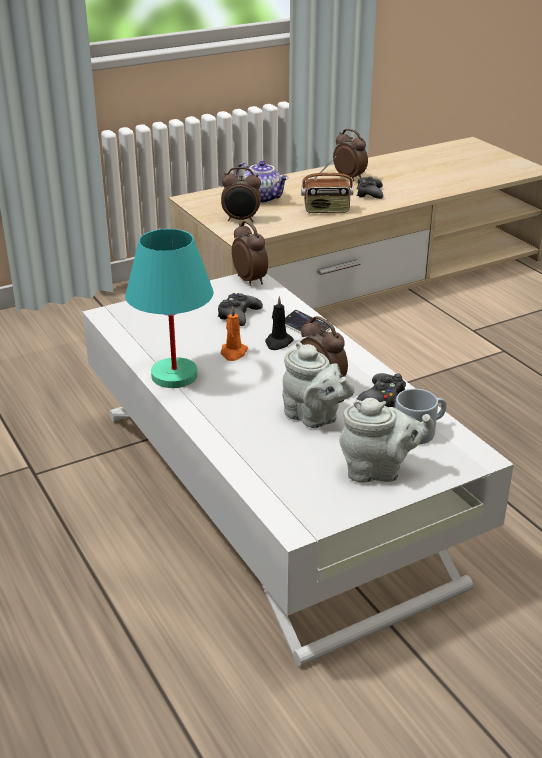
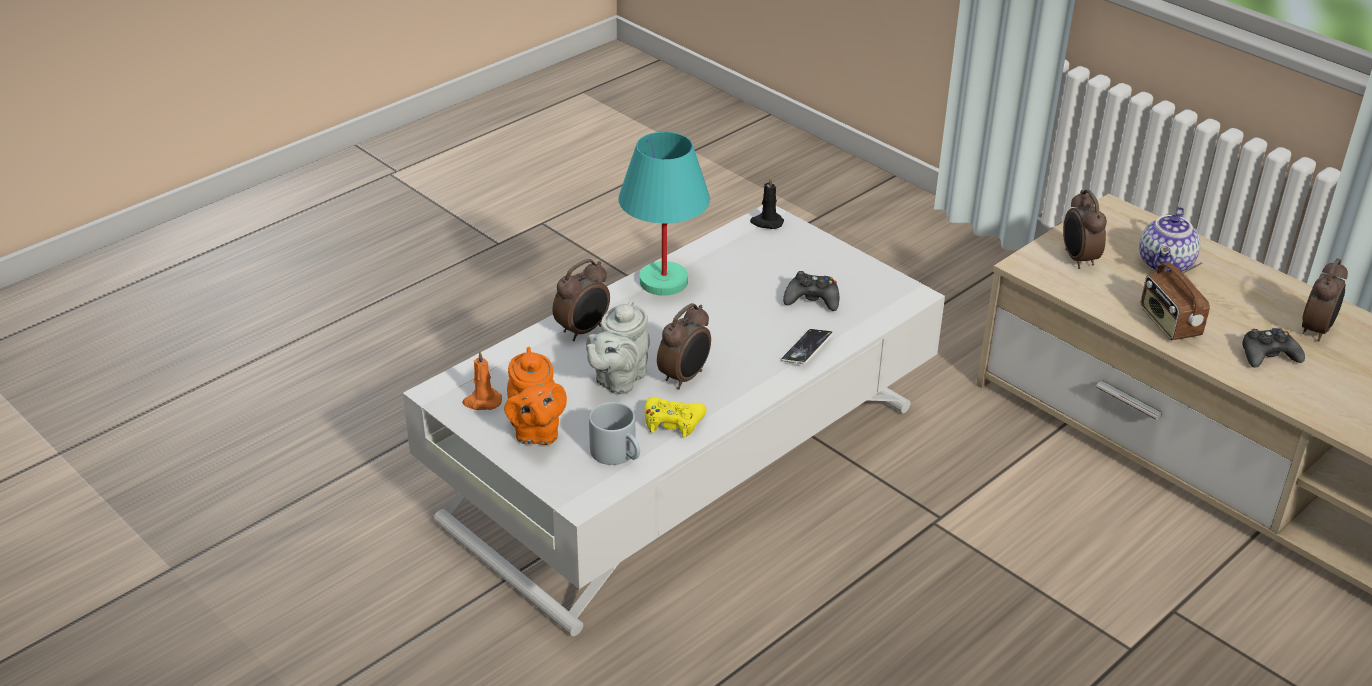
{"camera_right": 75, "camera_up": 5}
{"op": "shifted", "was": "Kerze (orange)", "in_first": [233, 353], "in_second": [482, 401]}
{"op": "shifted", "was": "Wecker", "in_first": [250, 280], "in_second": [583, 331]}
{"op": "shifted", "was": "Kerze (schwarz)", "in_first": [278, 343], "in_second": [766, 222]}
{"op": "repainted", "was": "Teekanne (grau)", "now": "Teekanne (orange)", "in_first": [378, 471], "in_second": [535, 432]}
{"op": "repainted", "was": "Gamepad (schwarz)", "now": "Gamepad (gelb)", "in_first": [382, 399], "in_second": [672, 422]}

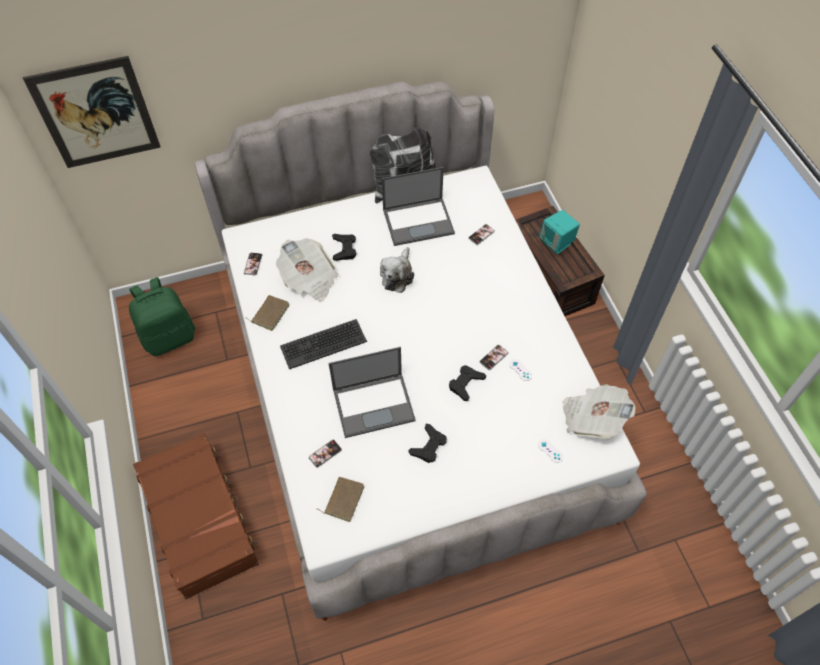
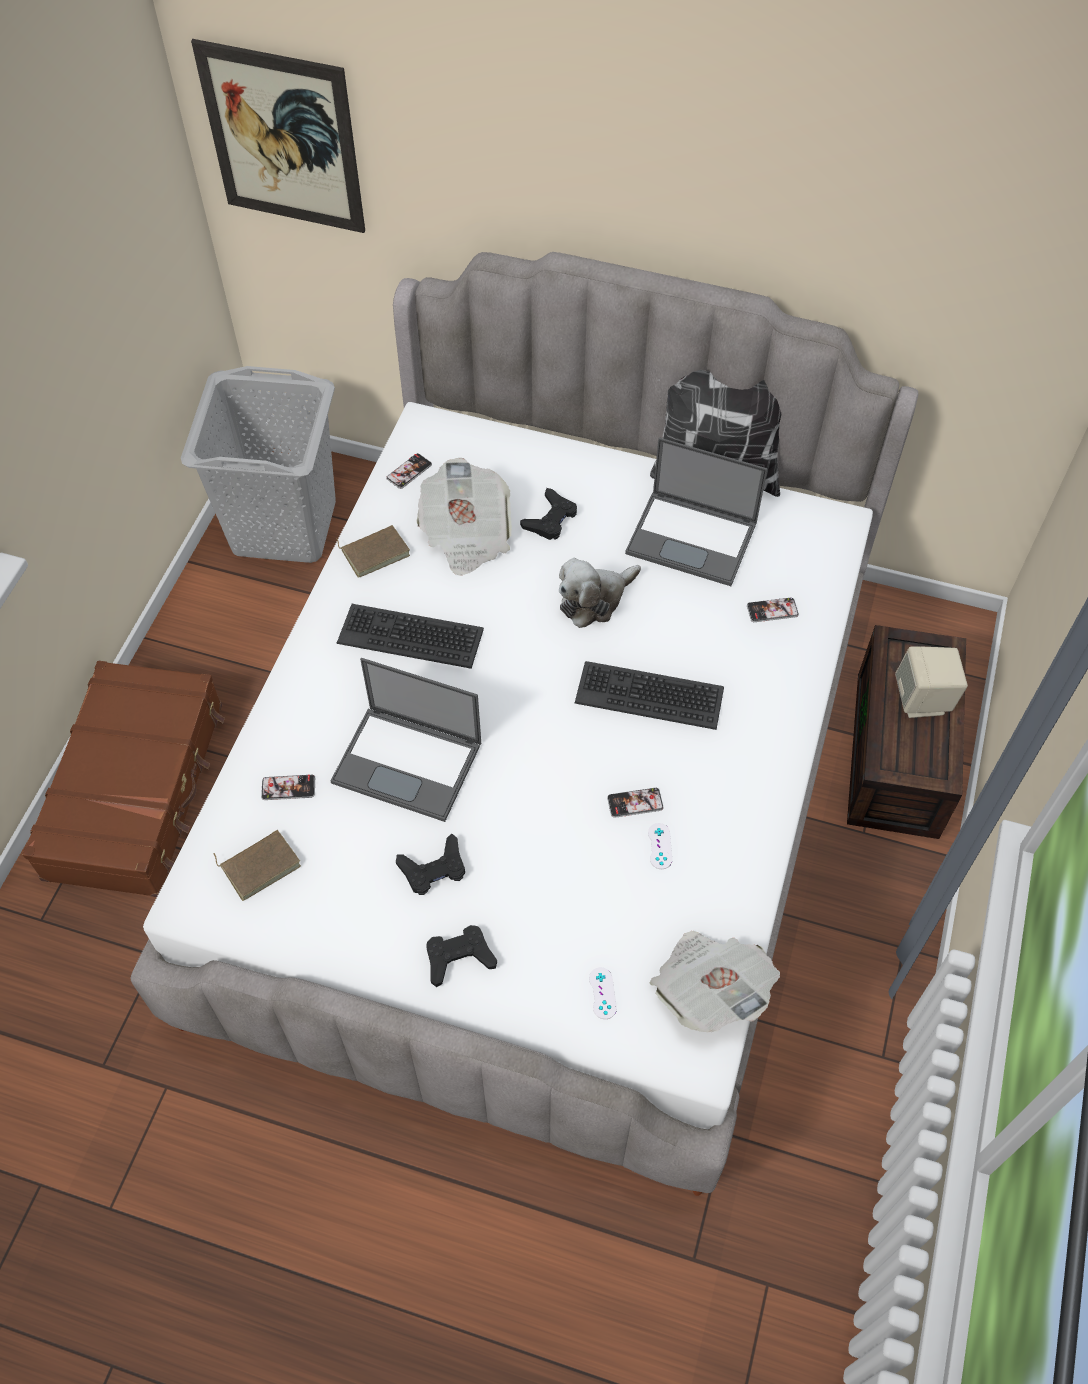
{"camera_right": 35, "camera_up": 0}
{"op": "new", "now": "Tastatur", "in_second": [649, 695]}
{"op": "shifted", "was": "Gamepad (schwarz)", "in_first": [465, 384], "in_second": [459, 957]}
{"op": "swapped", "was": "Rucksack (grün)", "now": "Wäschekorb (grau)", "in_first": [169, 337], "in_second": [285, 525]}
{"op": "repainted", "was": "Lautsprecher (türkis)", "now": "Lautsprecher (beige)", "in_first": [557, 243], "in_second": [923, 699]}

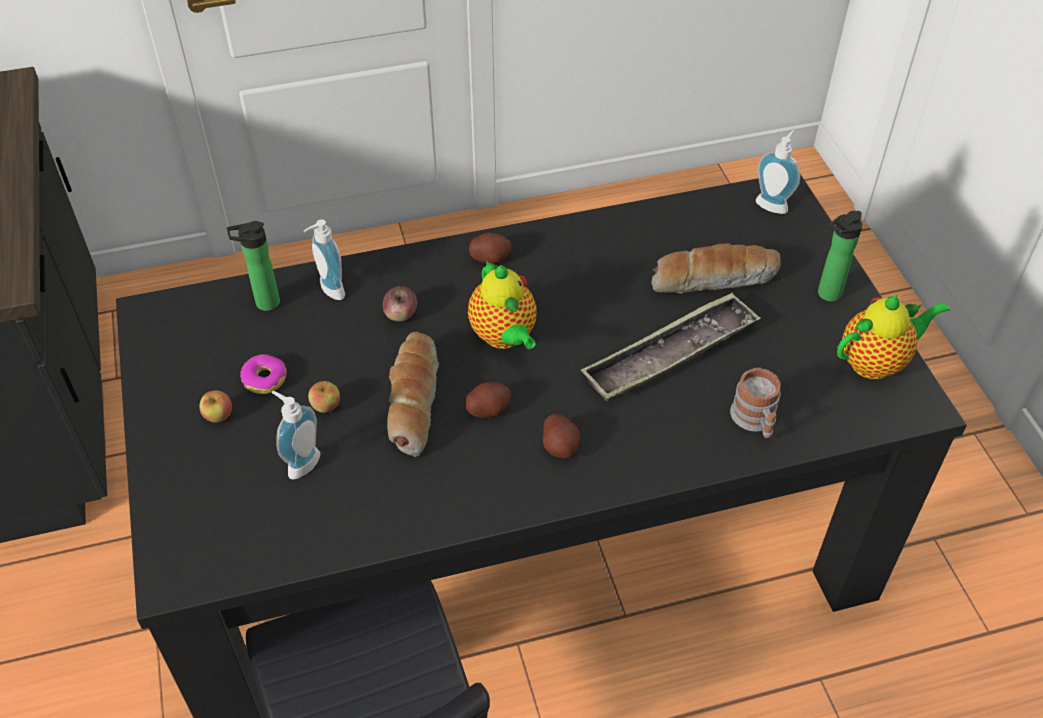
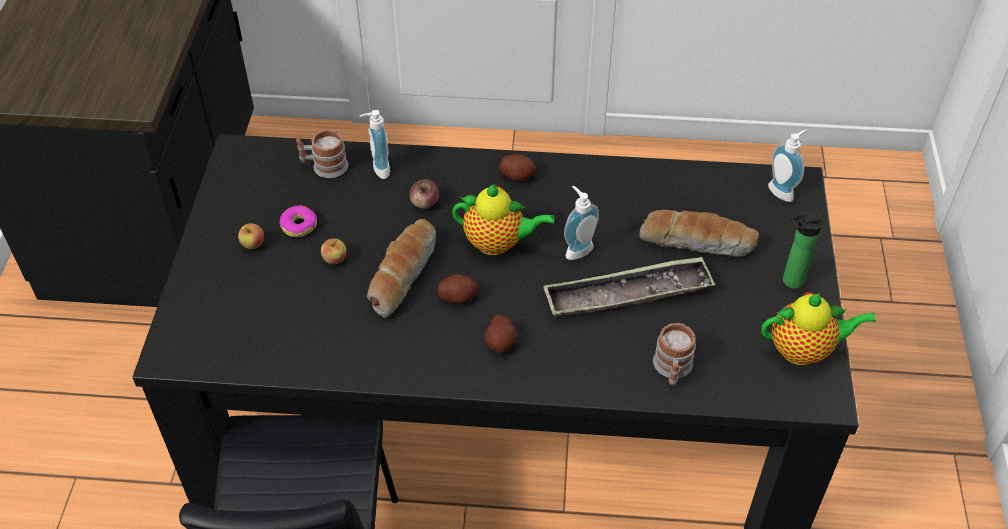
{"camera_right": 20, "camera_up": 0}
{"op": "shifted", "was": "Seifenspender", "in_first": [300, 462], "in_second": [577, 249]}
{"op": "swapped", "was": "Flasche", "now": "Henkelbecher", "in_first": [264, 303], "in_second": [324, 166]}
{"op": "rotated", "was": "Teekanne", "in_first": [504, 337], "in_second": [498, 243], "clockwise": -75}

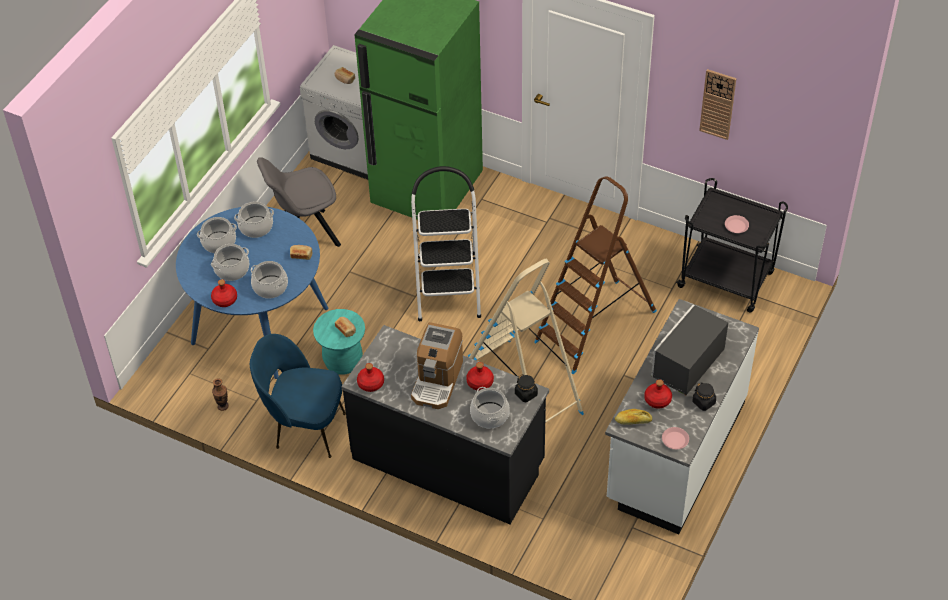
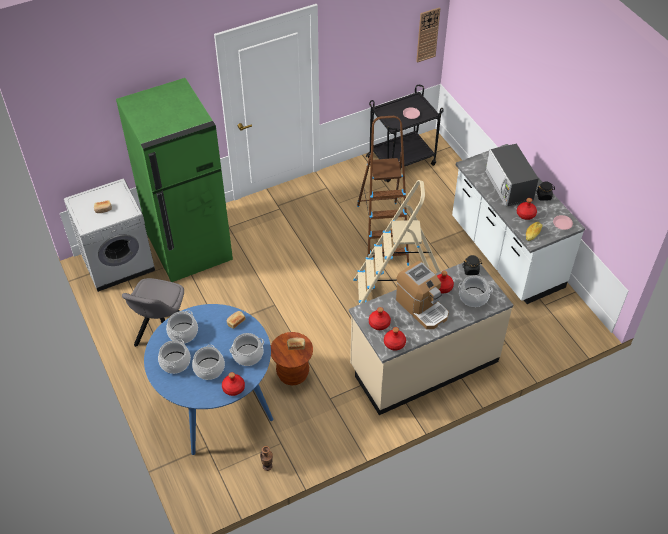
{"camera_right": -55, "camera_up": 0}
{"op": "gone", "was": "Stuhl (blau)", "in_first": [304, 429]}
{"op": "gone", "was": "Trittleiter", "in_first": [448, 284]}
{"op": "new", "now": "Flasche (rot)", "in_second": [379, 323]}
{"op": "shifted", "was": "Wanduhr", "in_first": [718, 104], "in_second": [427, 35]}
{"op": "repainted", "was": "Hocker (türkis)", "now": "Hocker (braun)", "in_first": [343, 362], "in_second": [293, 374]}
{"op": "repainted", "was": "Küchenzeile (schwarz)", "now": "Küchenzeile (beige)", "in_first": [449, 460], "in_second": [423, 364]}

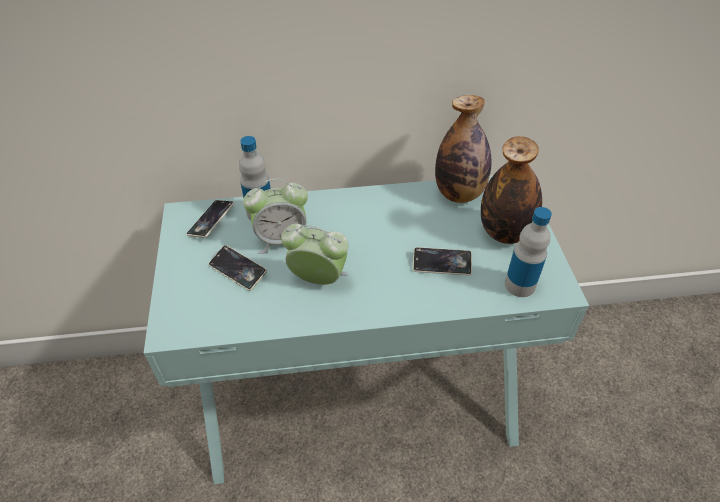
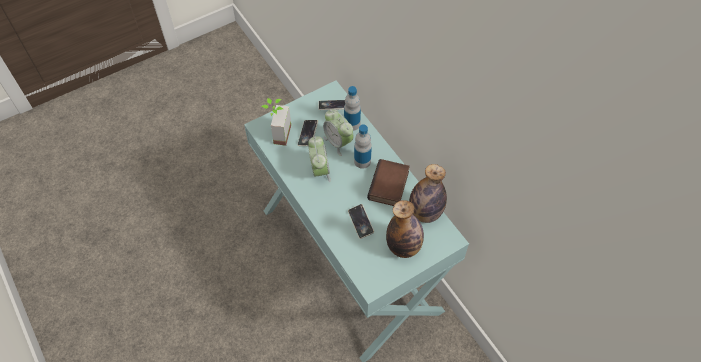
{"camera_right": 65, "camera_up": 10}
{"op": "new", "now": "Topfpflanze", "in_second": [277, 133]}
{"op": "new", "now": "Buch", "in_second": [389, 186]}
{"op": "shifted", "was": "Flasche", "in_first": [520, 285], "in_second": [362, 161]}

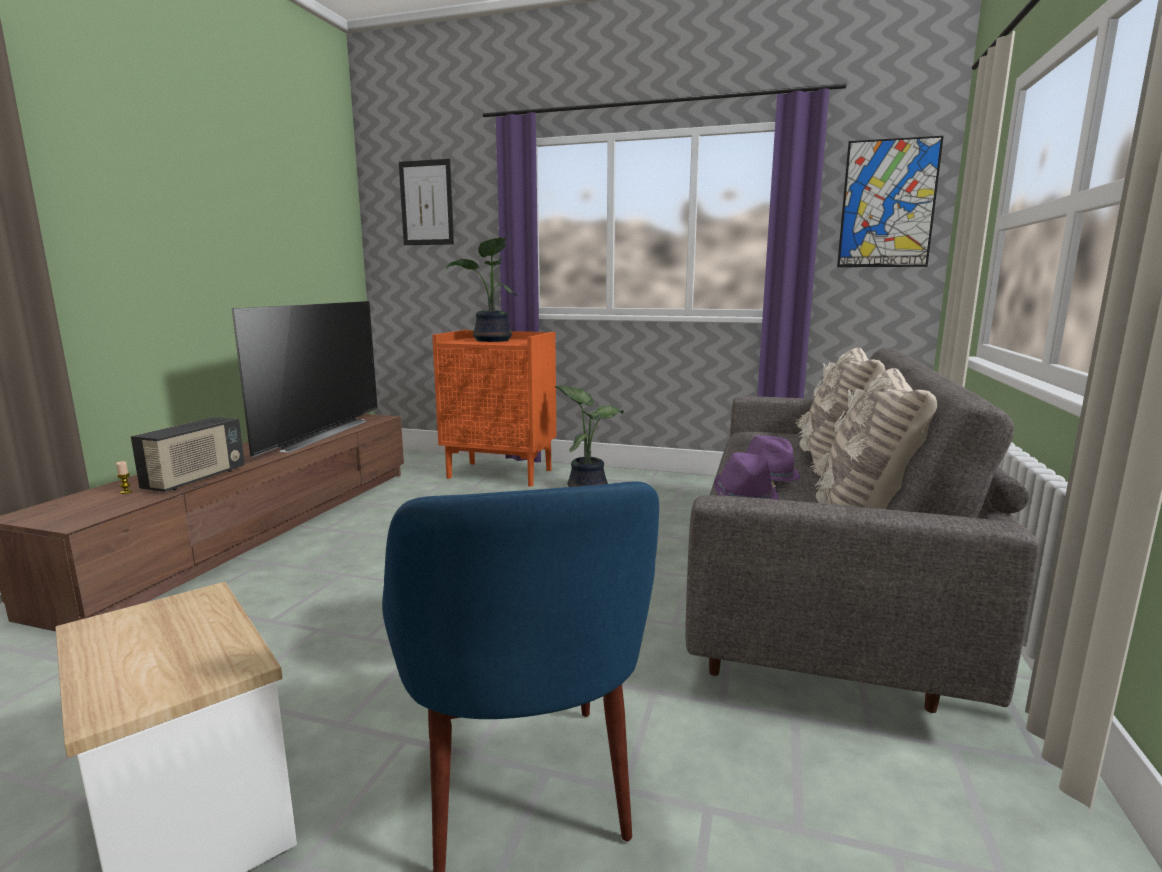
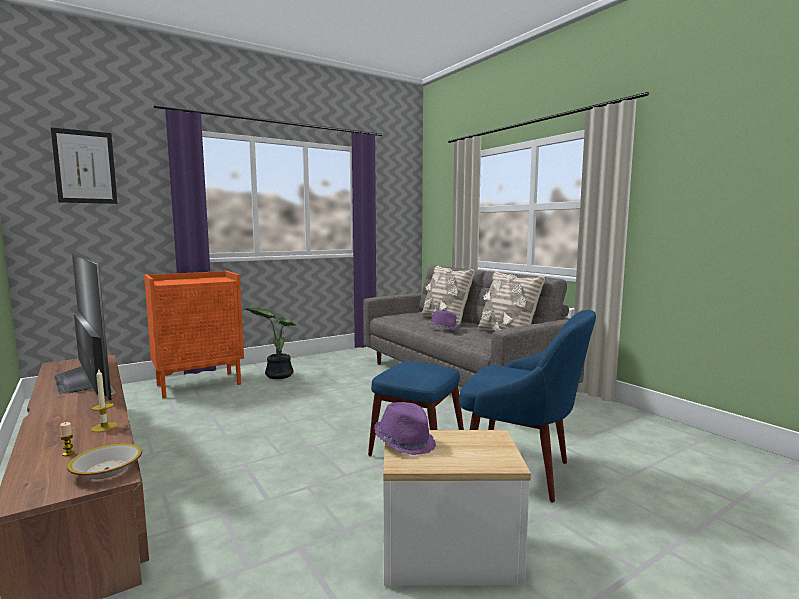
{"camera_right": -50, "camera_up": -5}
{"op": "gone", "was": "Topfpflanze", "in_first": [491, 340]}
{"op": "gone", "was": "Bild", "in_first": [887, 204]}
{"op": "new", "now": "Schüssel", "in_second": [106, 470]}
{"op": "shifted", "was": "Hut (lila)", "in_first": [745, 496], "in_second": [405, 442]}
{"op": "swapped", "was": "Radio", "now": "Kerze", "in_first": [196, 479], "in_second": [104, 427]}

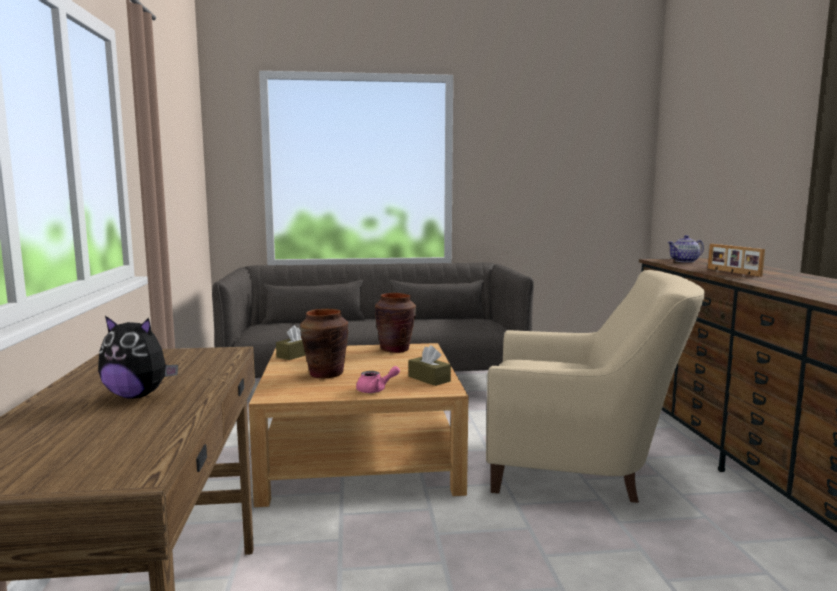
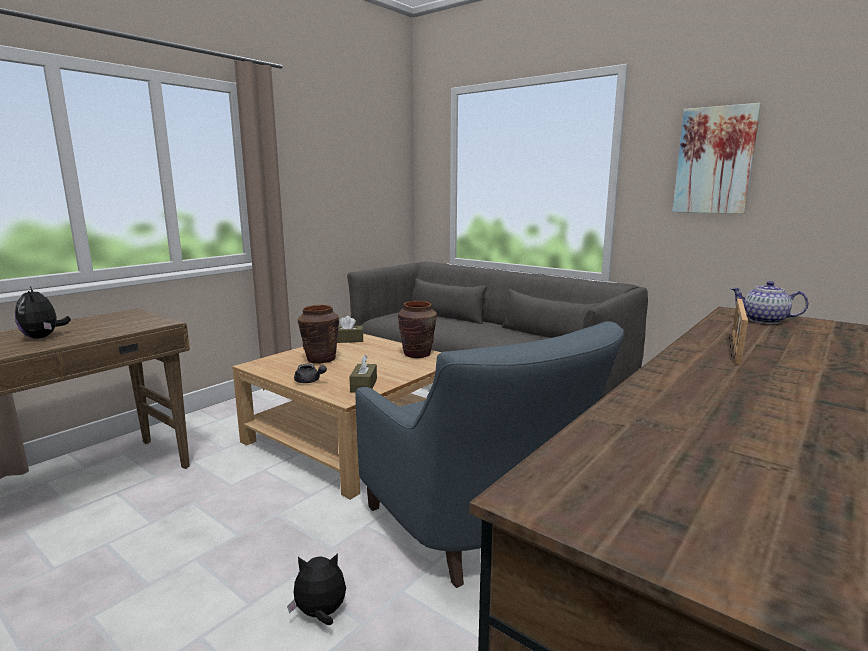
{"camera_right": 45, "camera_up": 5}
{"op": "new", "now": "Plüschtier", "in_second": [320, 614]}
{"op": "new", "now": "Bild", "in_second": [714, 160]}
{"op": "repainted", "was": "Teekanne (rosa)", "now": "Teekanne (grau)", "in_first": [375, 390], "in_second": [309, 381]}
{"op": "repainted", "was": "Sessel (beige)", "now": "Sessel (blau)", "in_first": [582, 469], "in_second": [479, 530]}

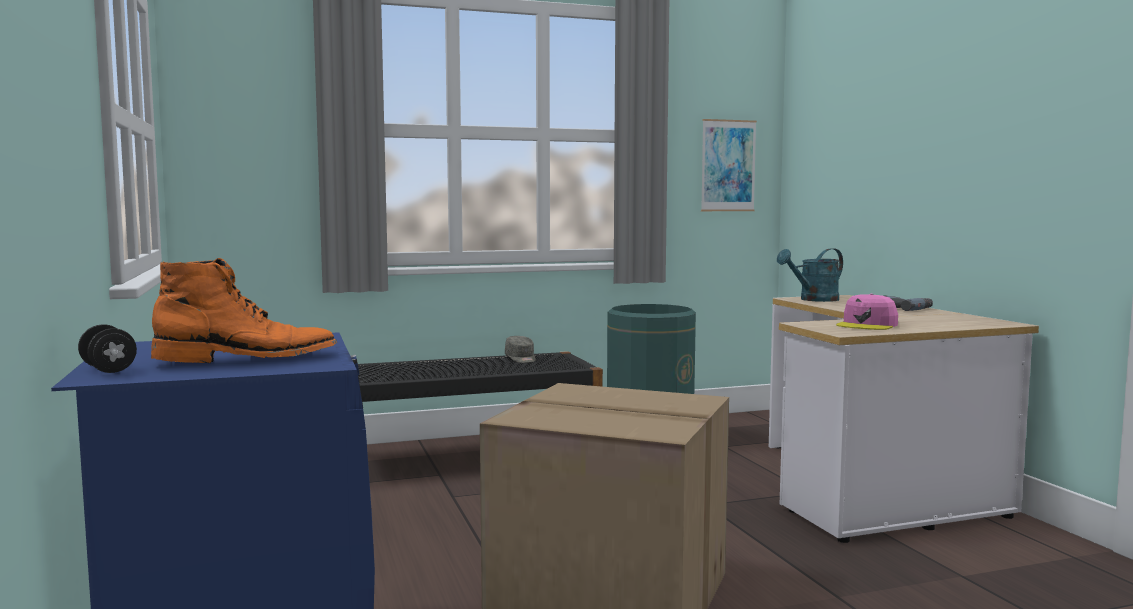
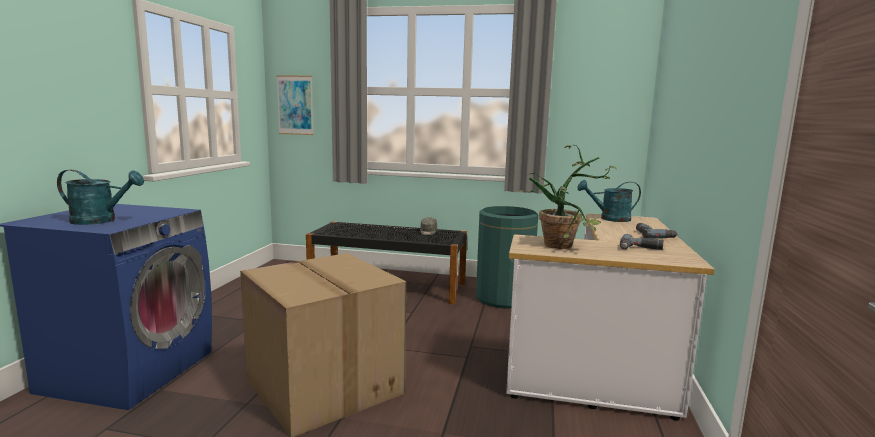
{"camera_right": 30, "camera_up": 5}
{"op": "gone", "was": "Hantel (schwarz)", "in_first": [108, 370]}
{"op": "new", "now": "Bohrmaschine", "in_second": [640, 249]}
{"op": "shifted", "was": "Bild", "in_first": [728, 165], "in_second": [295, 105]}
{"op": "swapped", "was": "Stiefel (orange)", "now": "Gießkanne (türkis)", "in_first": [248, 360], "in_second": [101, 221]}
{"op": "swapped", "was": "Kappe (rosa)", "now": "Topfpflanze", "in_first": [867, 325], "in_second": [566, 246]}

